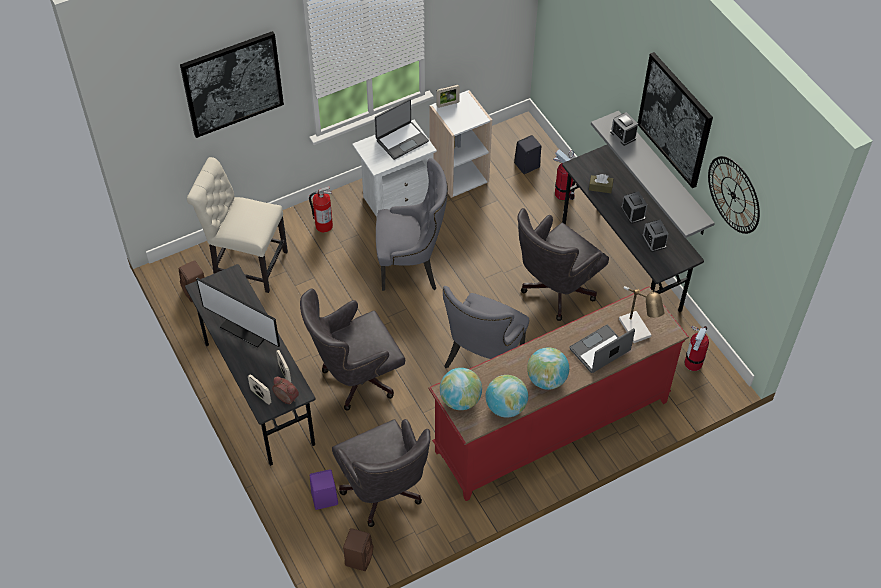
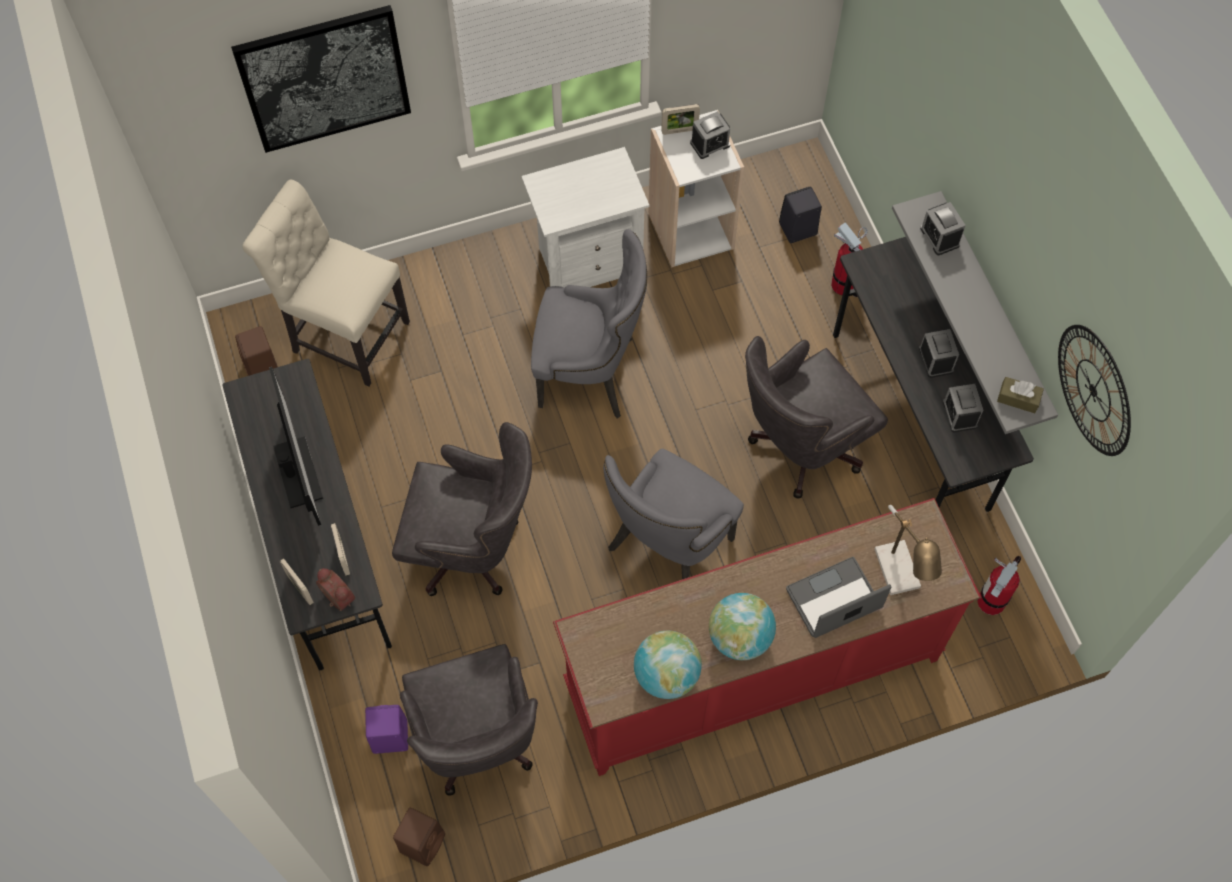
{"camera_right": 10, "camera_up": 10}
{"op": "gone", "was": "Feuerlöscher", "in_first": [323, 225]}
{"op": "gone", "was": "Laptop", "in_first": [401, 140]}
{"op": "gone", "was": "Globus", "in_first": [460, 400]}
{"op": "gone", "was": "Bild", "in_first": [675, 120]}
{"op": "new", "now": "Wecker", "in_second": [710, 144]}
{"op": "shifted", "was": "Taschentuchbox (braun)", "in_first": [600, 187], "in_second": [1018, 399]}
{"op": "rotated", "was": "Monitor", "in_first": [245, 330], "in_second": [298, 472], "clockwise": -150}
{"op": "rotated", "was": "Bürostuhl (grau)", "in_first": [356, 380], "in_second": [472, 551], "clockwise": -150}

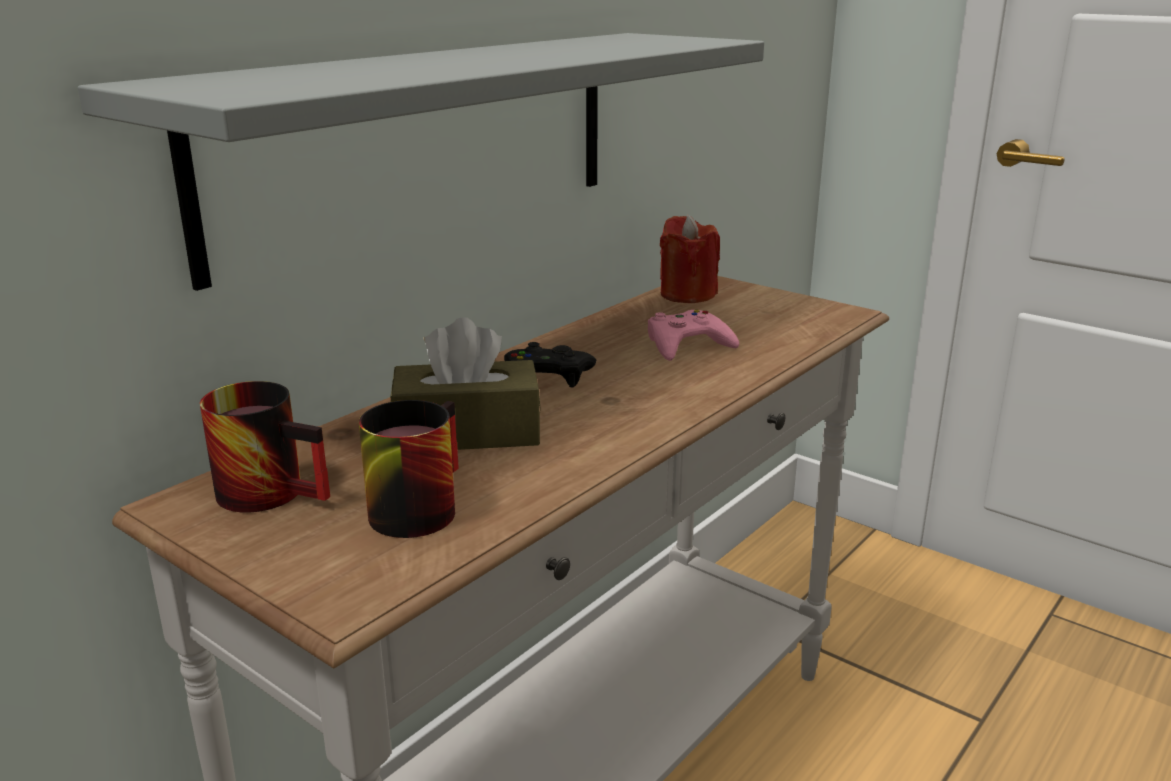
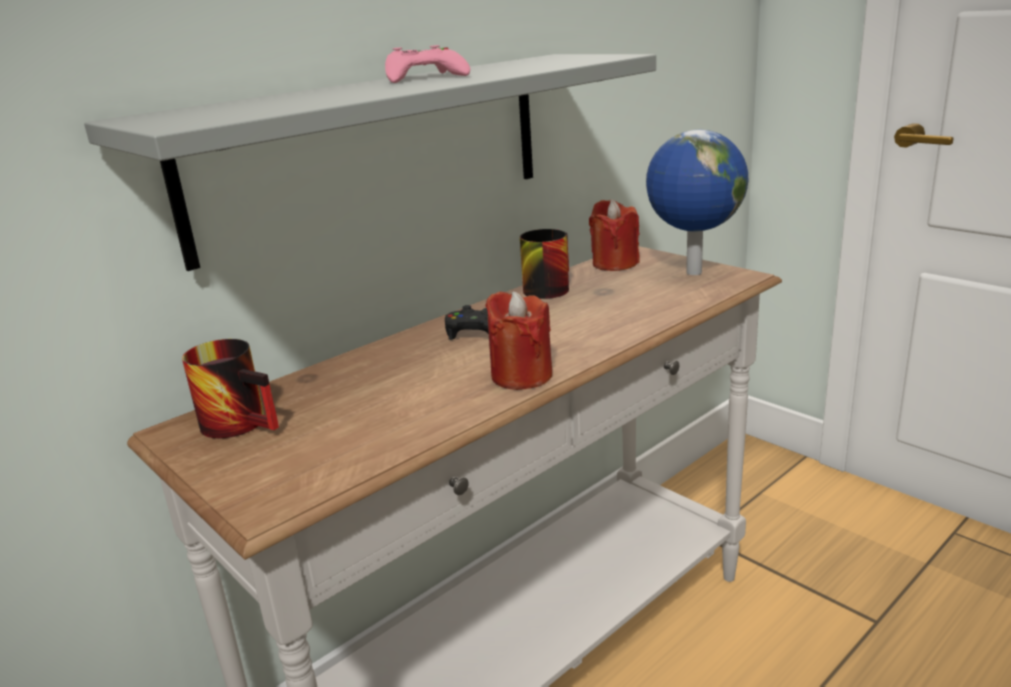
{"camera_right": 10, "camera_up": 0}
{"op": "gone", "was": "Taschentuchbox (braun)", "in_first": [467, 433]}
{"op": "new", "now": "Kerze (rot)", "in_second": [521, 376]}
{"op": "new", "now": "Globus", "in_second": [692, 273]}
{"op": "shifted", "was": "Henkelbecher", "in_first": [413, 505], "in_second": [546, 287]}
{"op": "shifted", "was": "Gamepad (rosa)", "in_first": [687, 345], "in_second": [424, 77]}

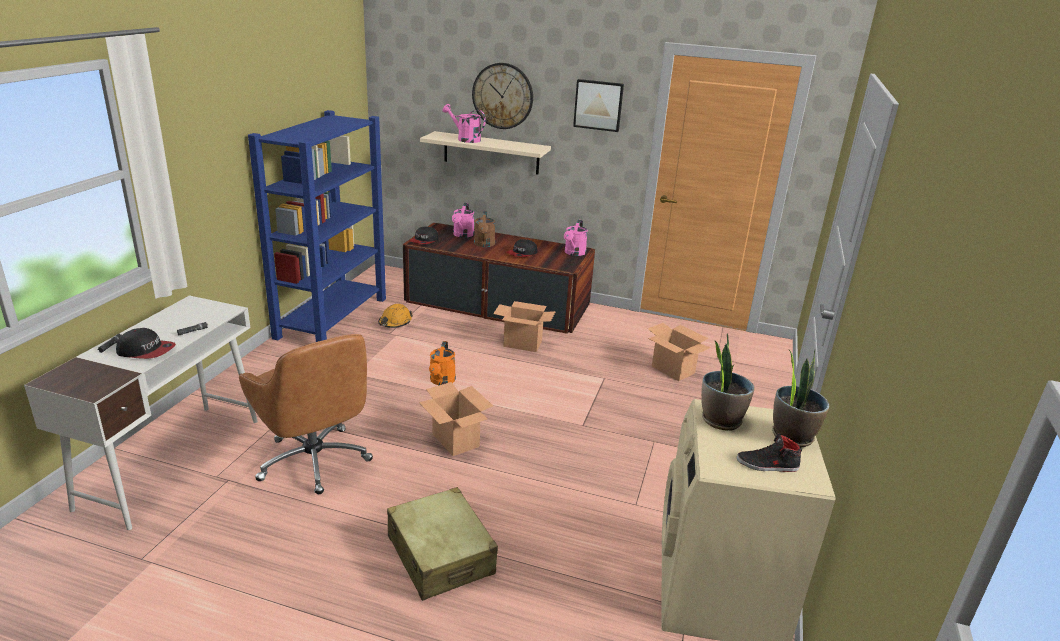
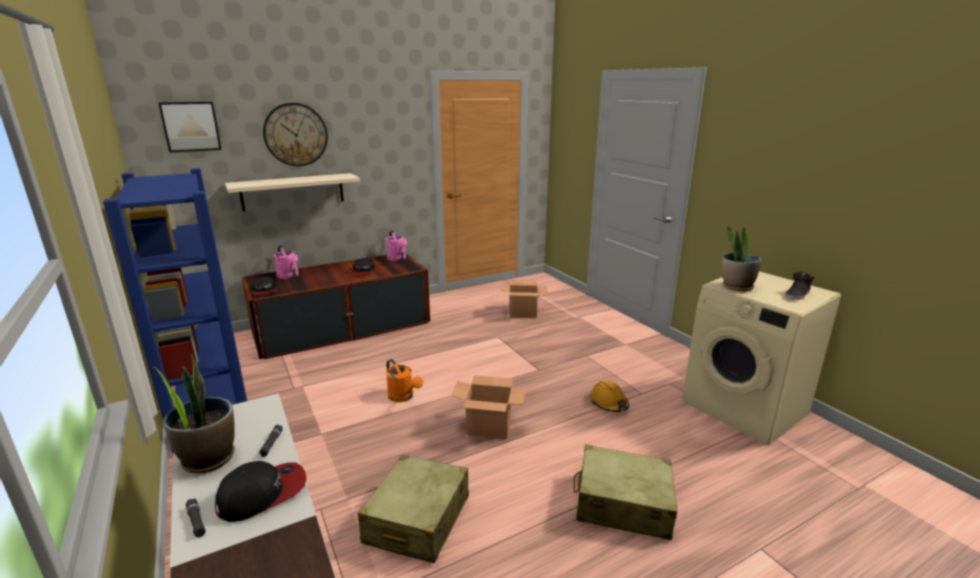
{"camera_right": -45, "camera_up": -5}
{"op": "gone", "was": "Gießkanne (rosa)", "in_first": [465, 139]}
{"op": "gone", "was": "Gießkanne (braun)", "in_first": [484, 245]}
{"op": "gone", "was": "Karton", "in_first": [522, 344]}
{"op": "shifted", "was": "Schutzhelm (orange)", "in_first": [395, 322], "in_second": [609, 403]}
{"op": "shifted", "was": "Bild", "in_first": [598, 105], "in_second": [191, 126]}
{"op": "shifted", "was": "Topfpflanze", "in_first": [792, 436], "in_second": [208, 458]}
{"op": "swapped", "was": "Bürostuhl (braun)", "now": "Koffer (beige)", "in_first": [313, 461], "in_second": [417, 520]}

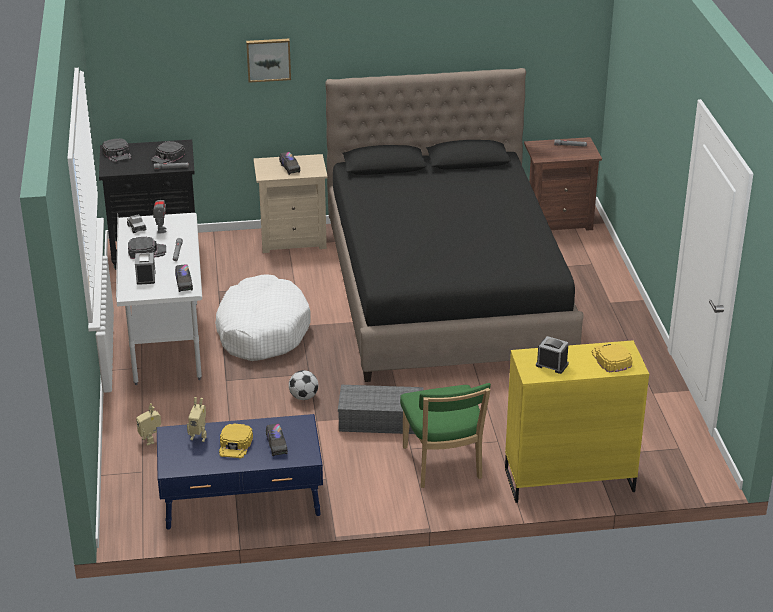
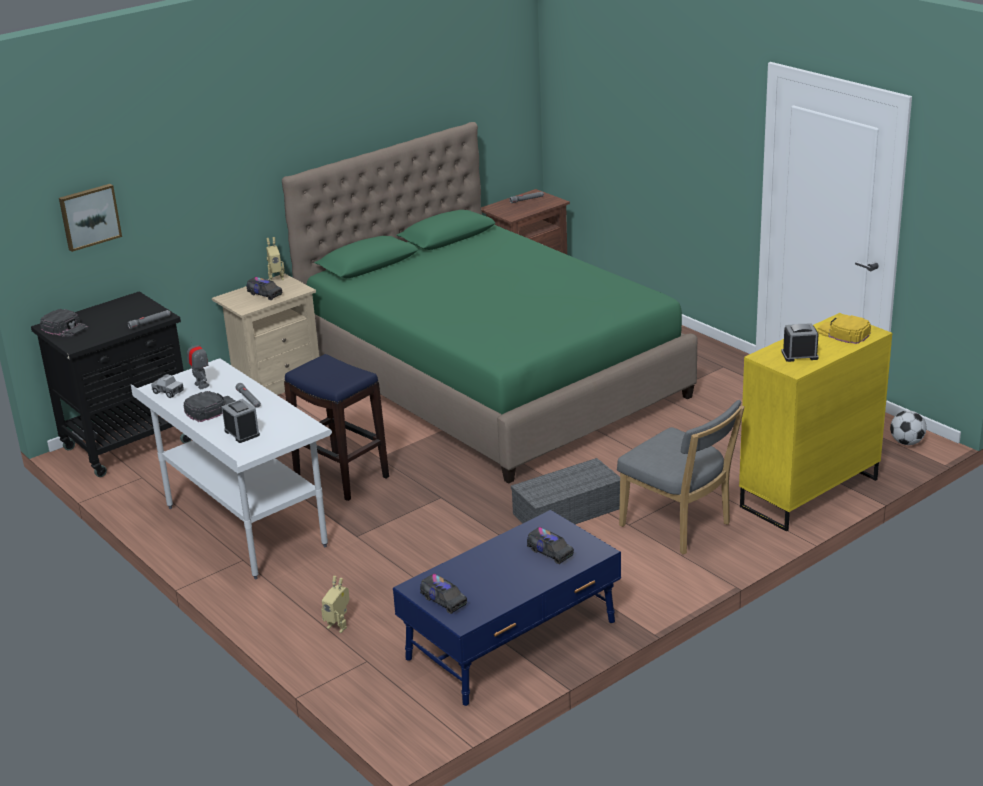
{"camera_right": -30, "camera_up": -5}
{"op": "gone", "was": "Kappe (schwarz)", "in_first": [168, 157]}
{"op": "gone", "was": "Kappe (gelb)", "in_first": [235, 445]}
{"op": "shifted", "was": "Spielzeuglaster", "in_first": [184, 283], "in_second": [444, 601]}
{"op": "shifted", "was": "Spielzeugroboter", "in_first": [199, 436], "in_second": [276, 278]}
{"op": "shifted", "was": "Bild", "in_first": [268, 59], "in_second": [89, 216]}
{"op": "shifted", "was": "Fußball", "in_first": [303, 397], "in_second": [906, 442]}
{"op": "swapped", "was": "Hundebett (weiß)", "now": "Hocker", "in_first": [262, 331], "in_second": [341, 476]}
{"op": "repainted", "was": "Bett (schwarz)", "now": "Bett (grün)", "in_first": [445, 291], "in_second": [491, 378]}
{"op": "repainted", "was": "Stuhl (grün)", "now": "Stuhl (grau)", "in_first": [443, 466], "in_second": [679, 527]}

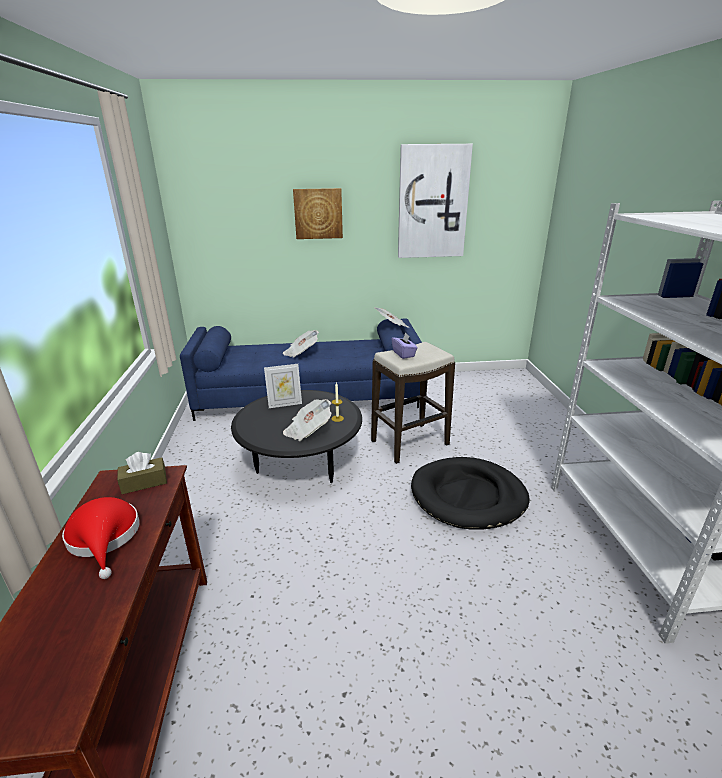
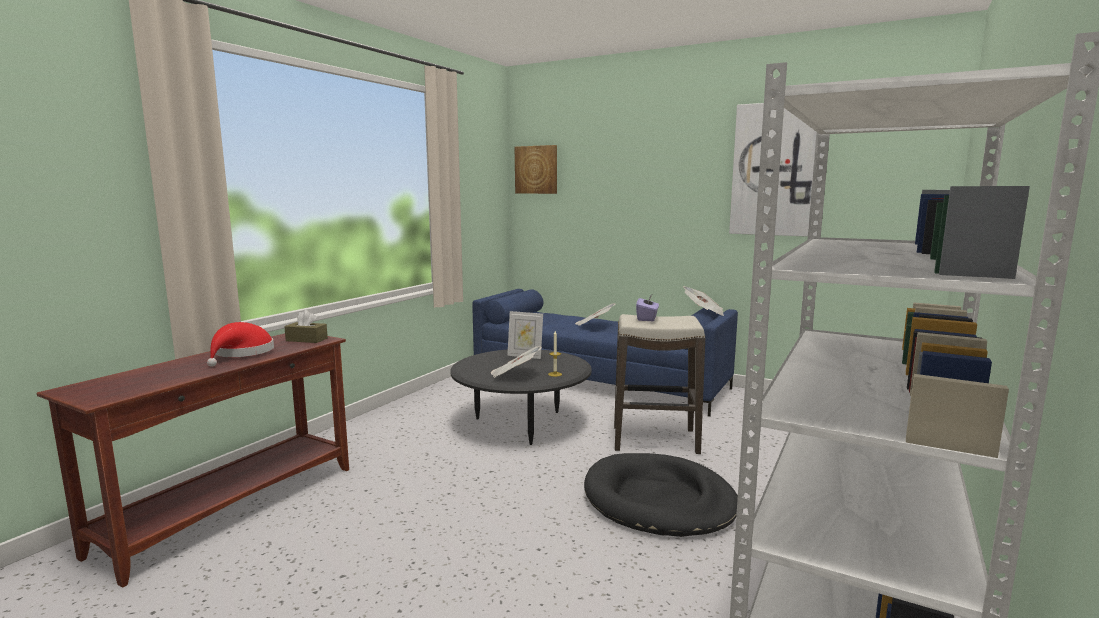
{"camera_right": 35, "camera_up": -15}
{"op": "shifted", "was": "Bild", "in_first": [318, 213], "in_second": [536, 170]}

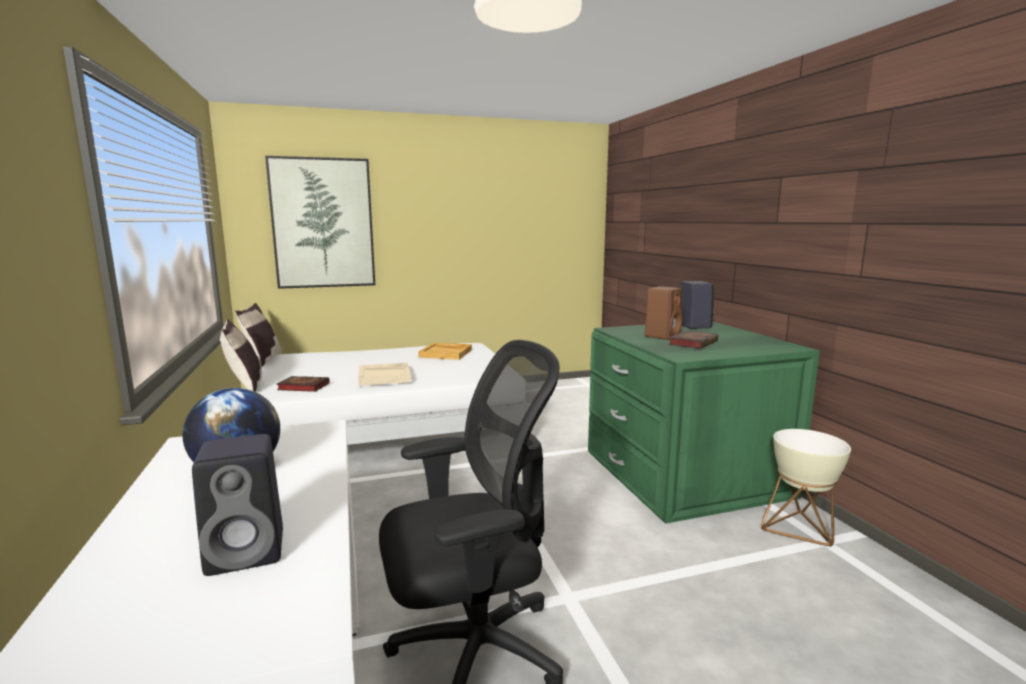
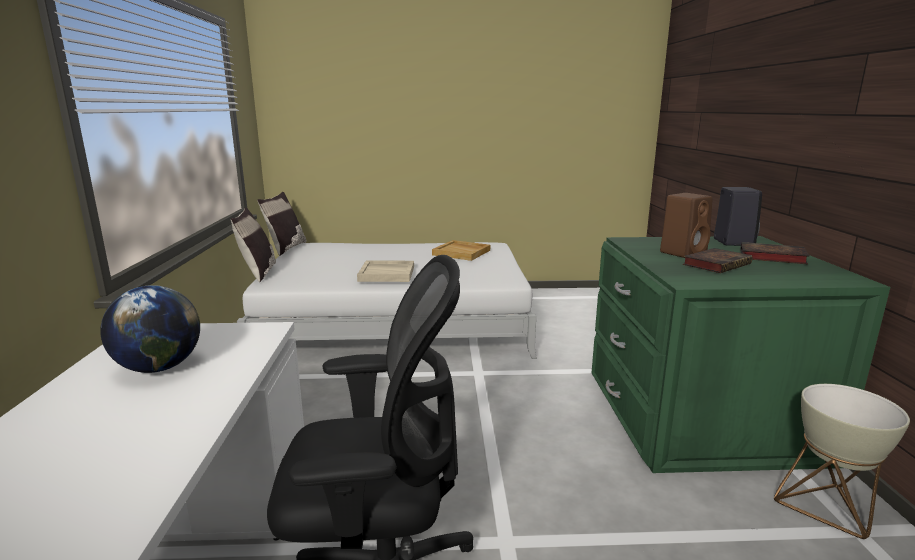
{"camera_right": 15, "camera_up": 5}
{"op": "gone", "was": "Lautsprecher (schwarz)", "in_first": [249, 551]}
{"op": "gone", "was": "Bild", "in_first": [323, 223]}
{"op": "shifted", "was": "Buch", "in_first": [302, 387], "in_second": [770, 257]}

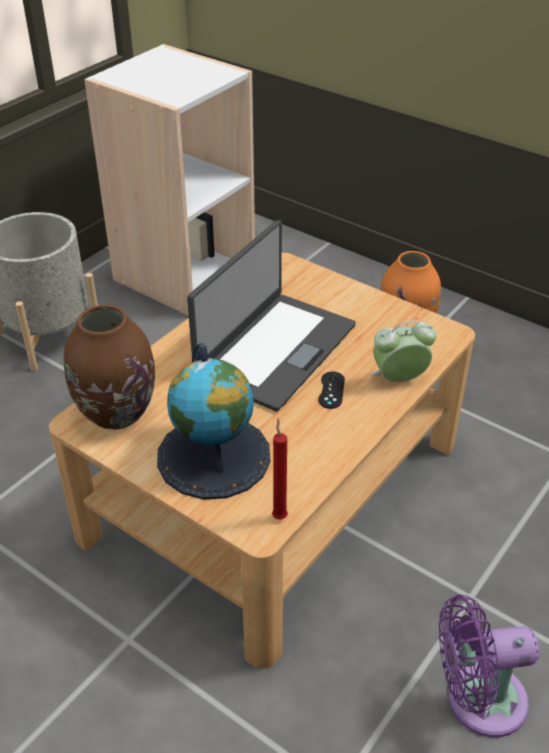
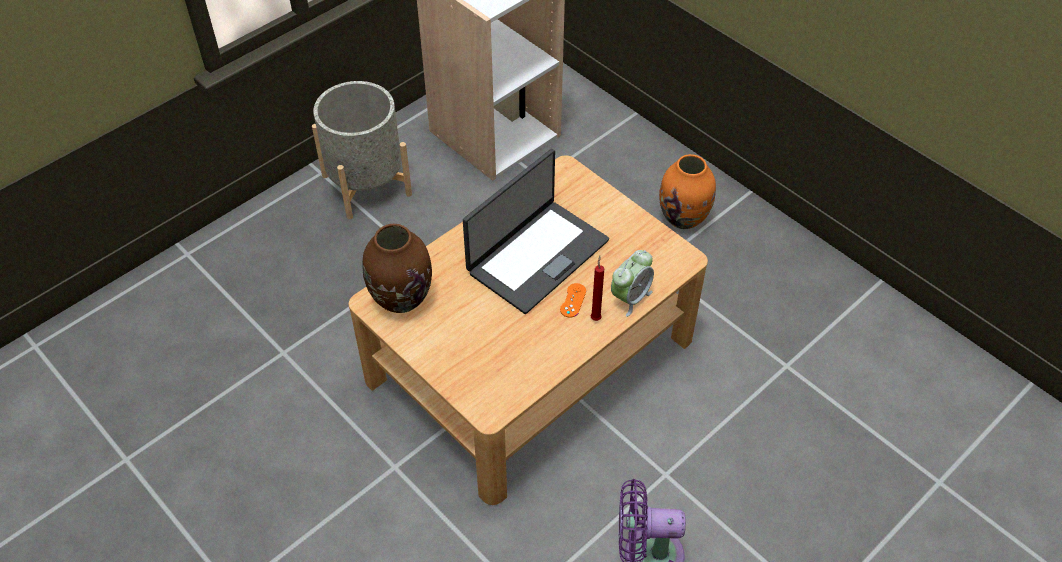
{"camera_right": 10, "camera_up": 10}
{"op": "gone", "was": "Globus", "in_first": [214, 456]}
{"op": "shifted", "was": "Kerze (rot)", "in_first": [279, 515], "in_second": [595, 317]}
{"op": "repainted", "was": "Gamepad (schwarz)", "now": "Gamepad (orange)", "in_first": [331, 390], "in_second": [573, 300]}
{"op": "rotated", "was": "Wecker", "in_first": [399, 379], "in_second": [630, 298], "clockwise": 135}

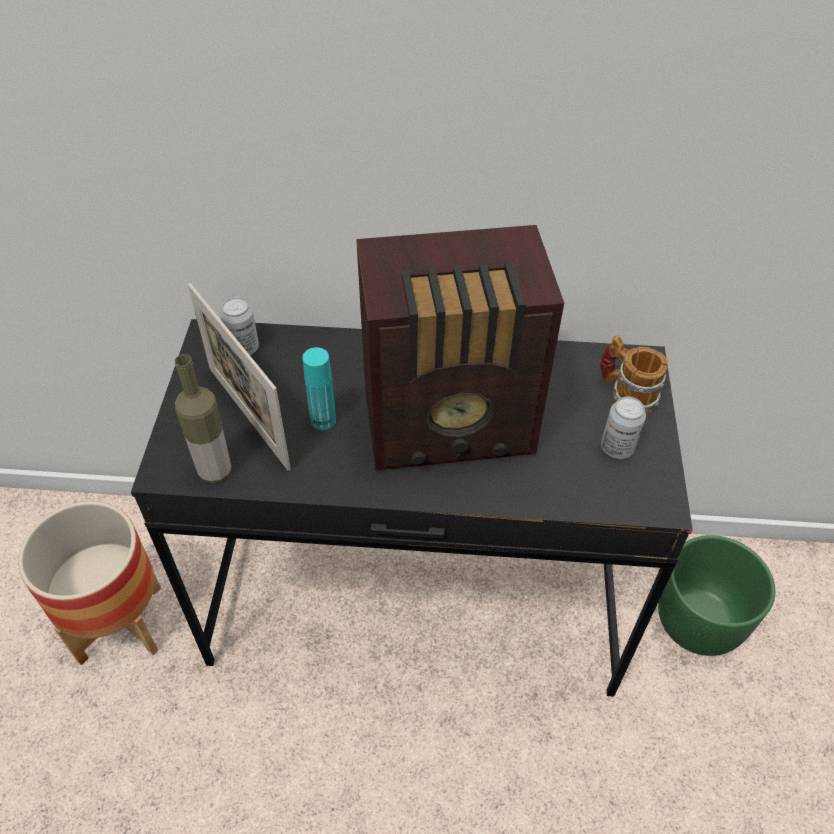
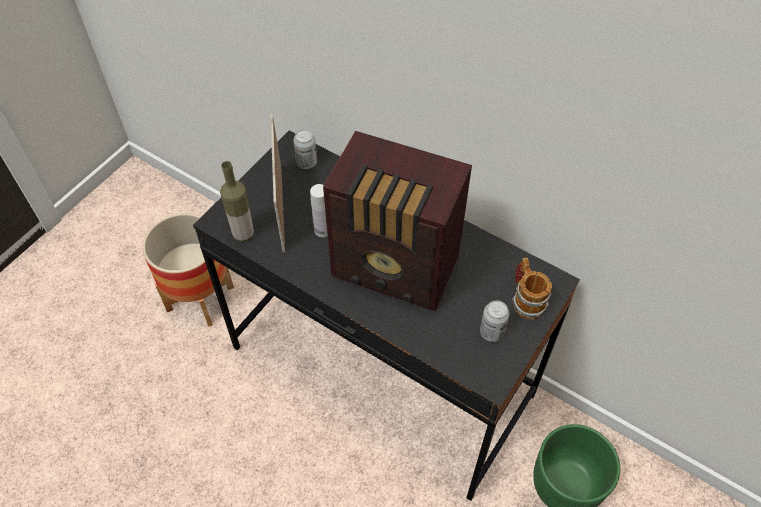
{"camera_right": 30, "camera_up": 5}
{"op": "repainted", "was": "Flasche (türkis)", "now": "Flasche (weiß)", "in_first": [323, 420], "in_second": [323, 230]}

